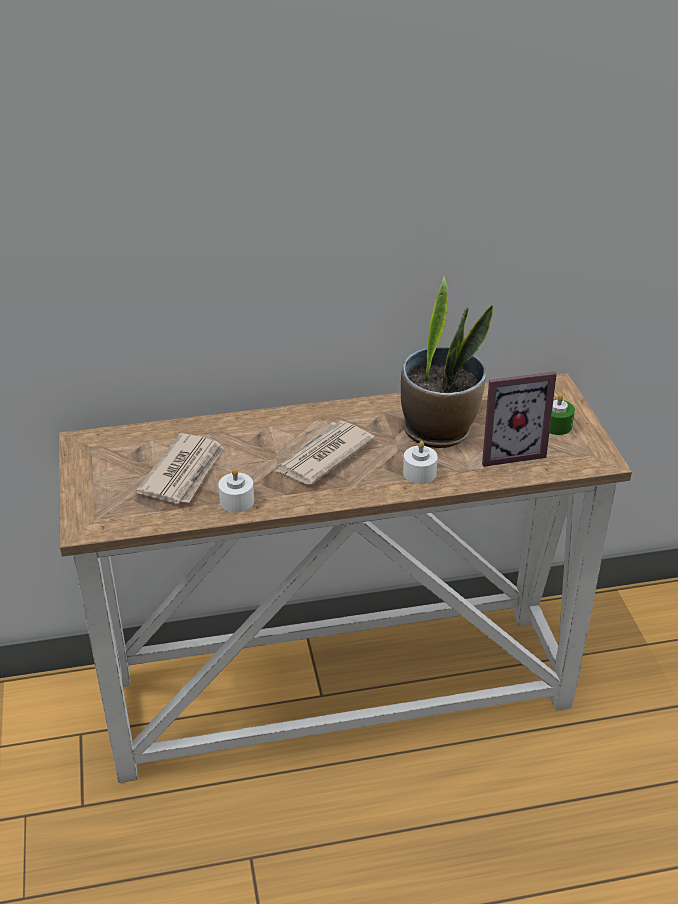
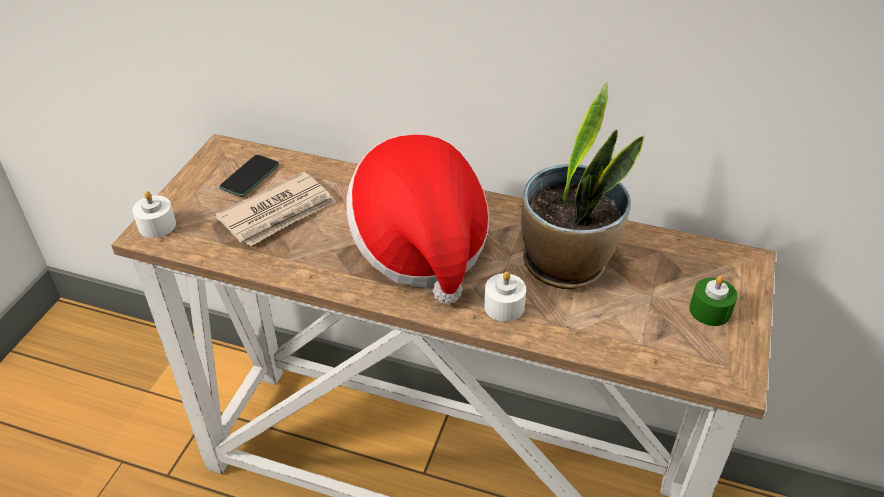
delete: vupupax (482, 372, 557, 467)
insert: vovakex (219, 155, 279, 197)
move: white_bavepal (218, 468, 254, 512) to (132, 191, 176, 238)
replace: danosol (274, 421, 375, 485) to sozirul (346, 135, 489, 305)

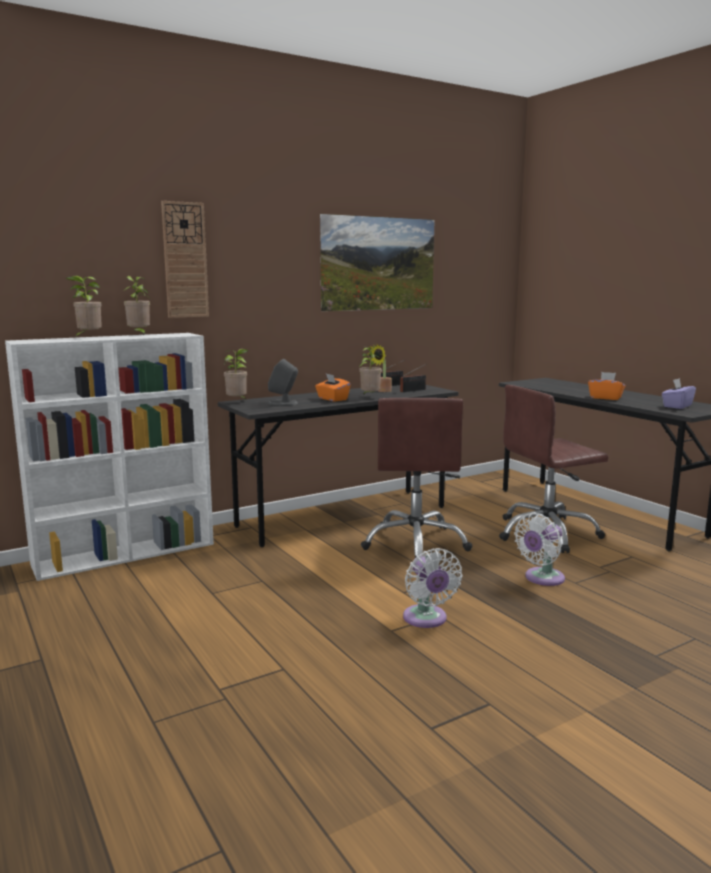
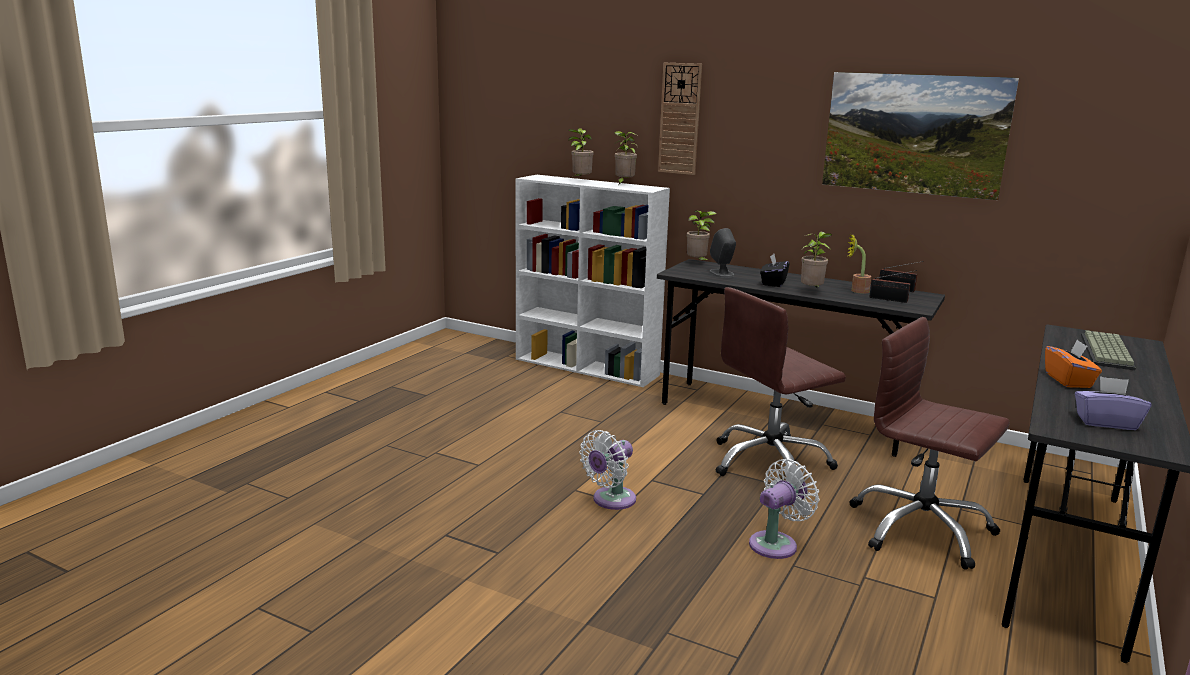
insert: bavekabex (1081, 330, 1136, 370)
recolor: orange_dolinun (315, 373, 351, 402) to black_dolinun (760, 254, 790, 287)
rotate: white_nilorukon (514, 513, 565, 586) = (749, 459, 819, 559) 120 degrees clockwise

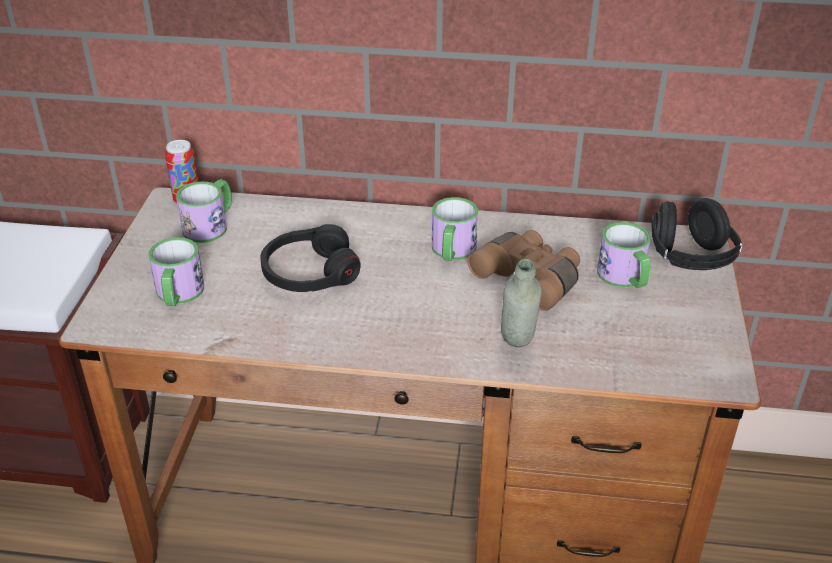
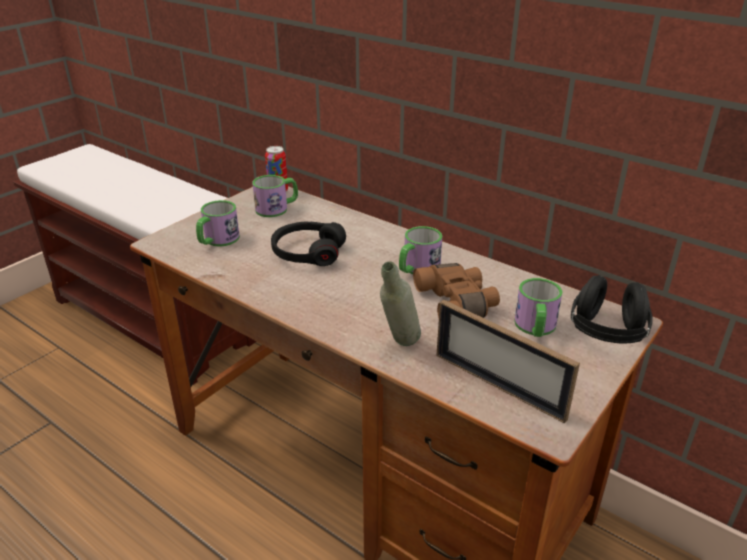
insert: vupupax (436, 299, 580, 423)

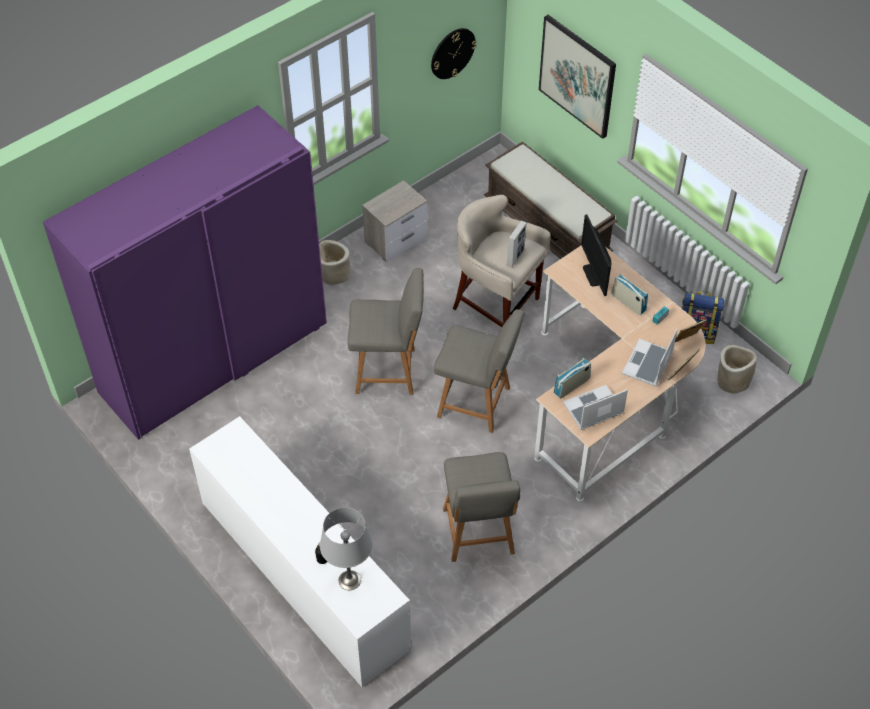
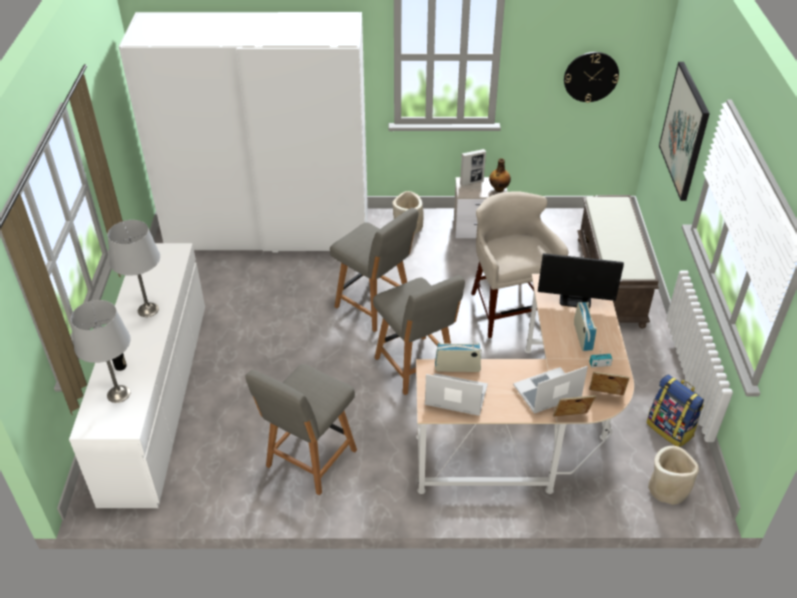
insert: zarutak (489, 158, 511, 192); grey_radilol (107, 220, 160, 317)
move: vupupax (507, 221, 526, 268) to (460, 149, 486, 186)
recolor: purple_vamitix (43, 105, 327, 440) to white_vamitix (119, 12, 368, 252)
rotate: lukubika (581, 214, 611, 296) = (538, 253, 624, 308) 105 degrees counterclockwise

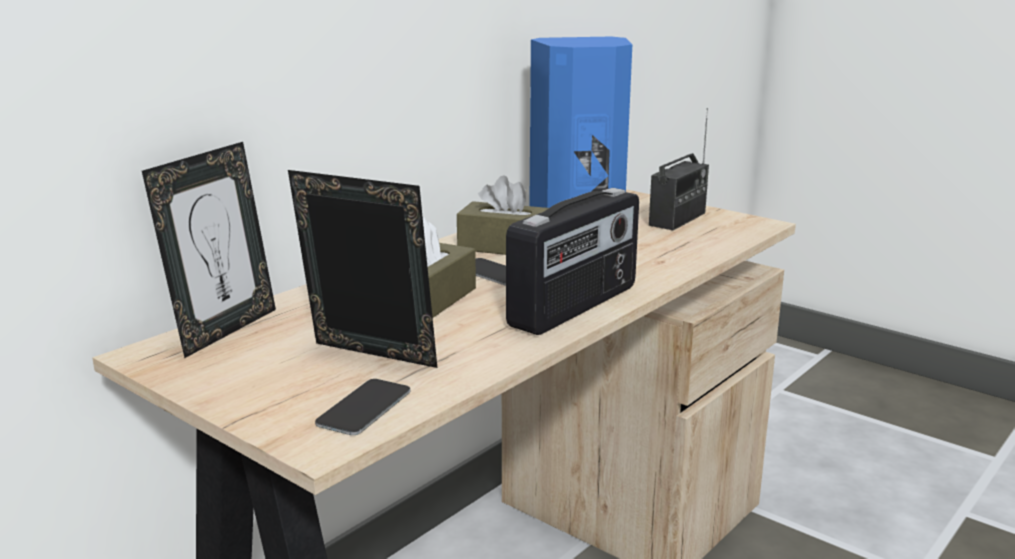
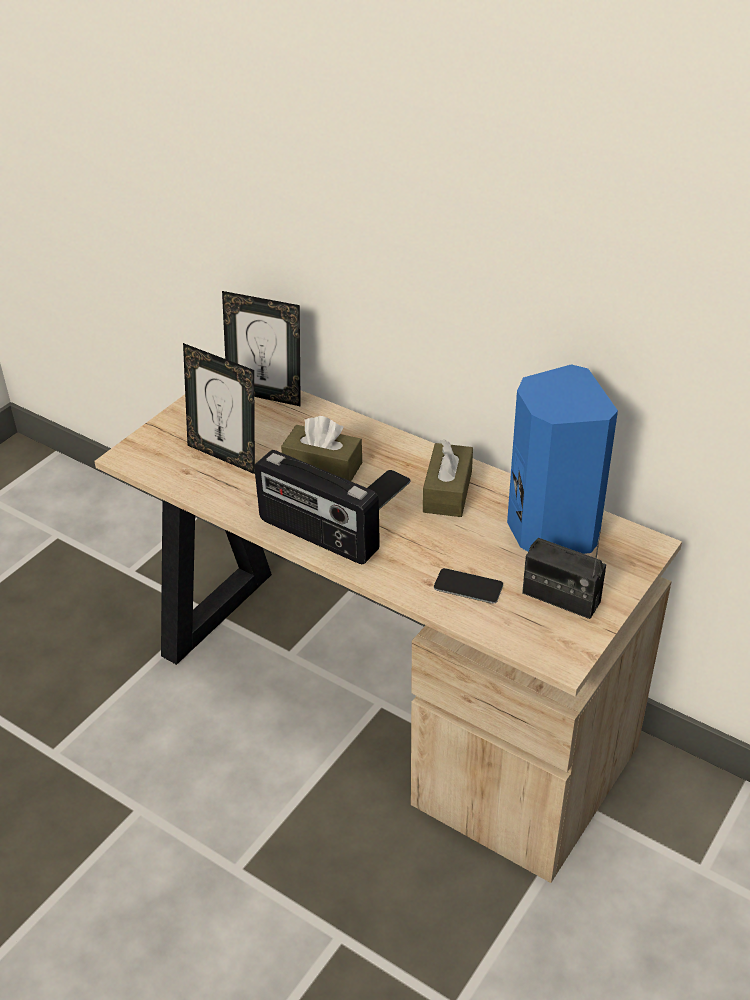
move: vovakex (315, 379, 410, 435) to (434, 568, 503, 604)
rotate: vupupax (288, 170, 437, 368) = (183, 343, 255, 474) 105 degrees clockwise

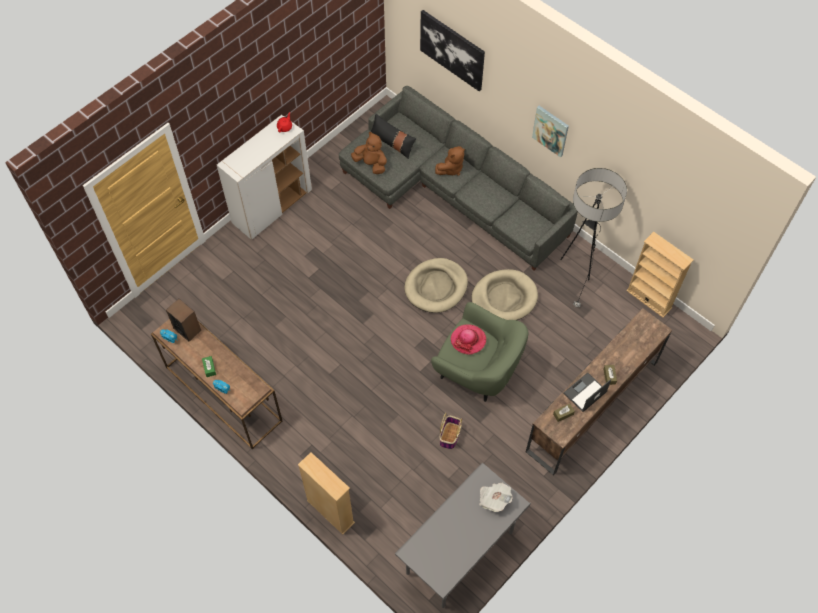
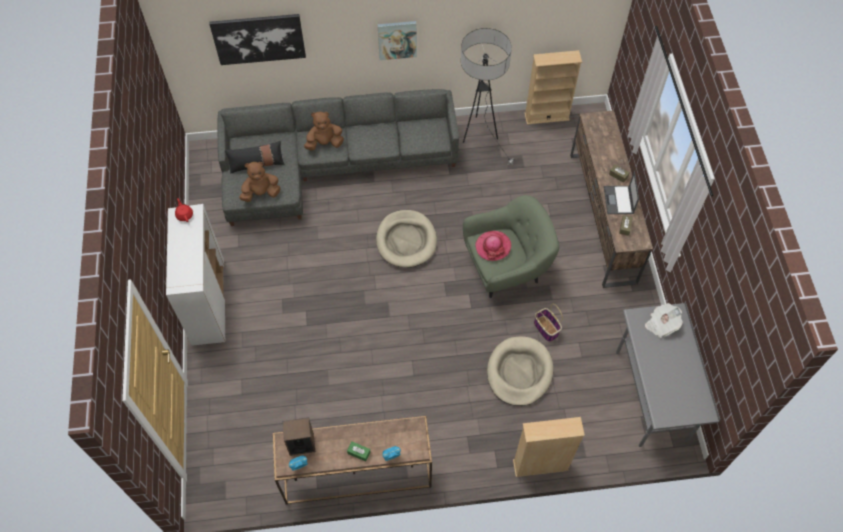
move: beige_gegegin (471, 269, 538, 320) to (487, 336, 554, 406)
rotate: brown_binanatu (435, 146, 465, 176) = (304, 111, 344, 151) 105 degrees counterclockwise

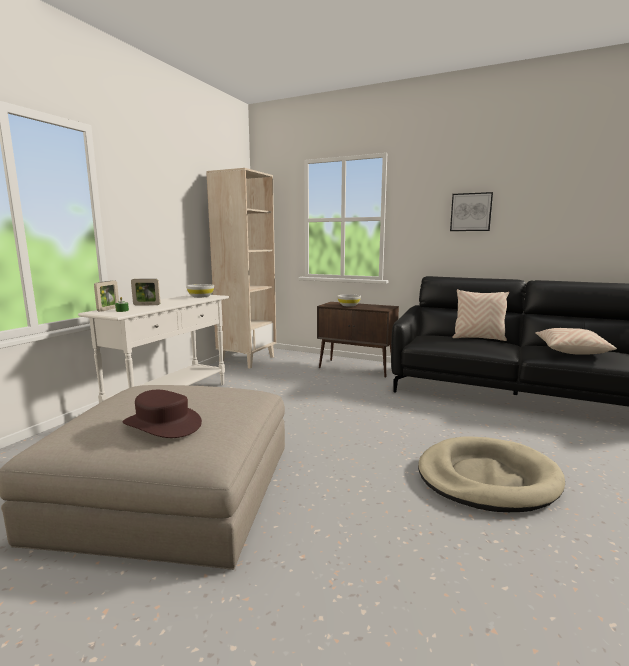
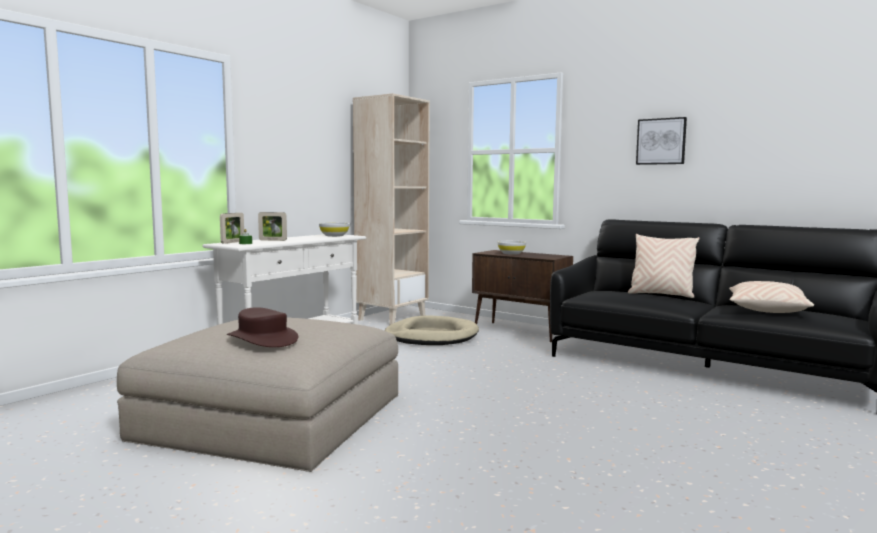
move: beige_gegegin (418, 437, 565, 512) to (385, 316, 479, 345)

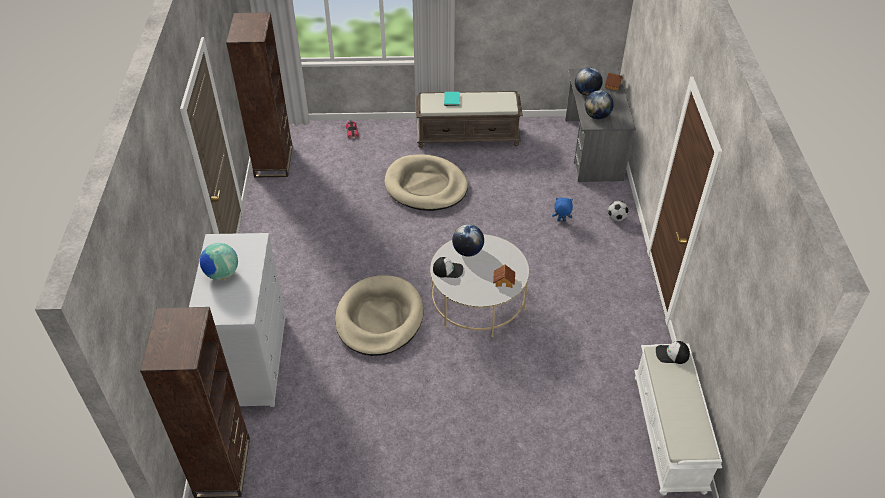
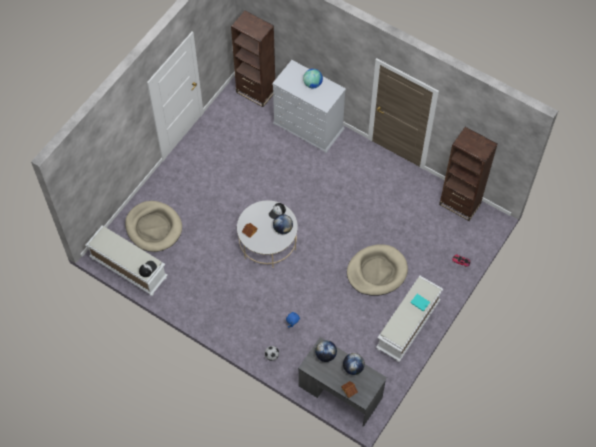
move: beige_gegegin (335, 275, 423, 356) to (125, 201, 182, 252)
recolor: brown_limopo (416, 91, 523, 148) to white_limopo (376, 276, 443, 362)

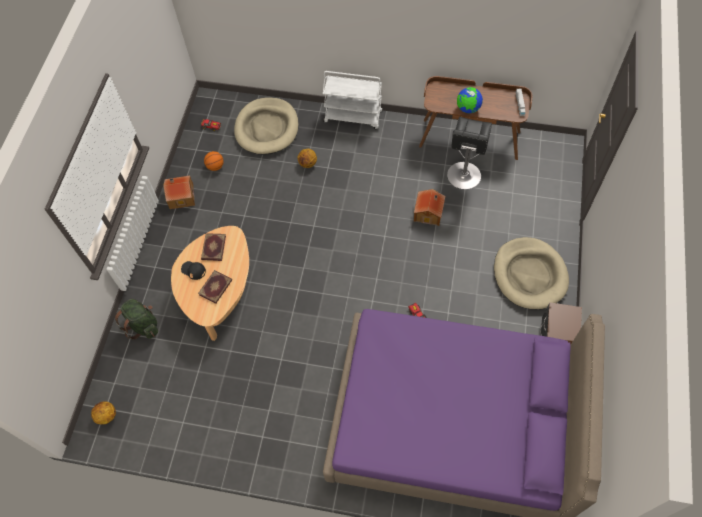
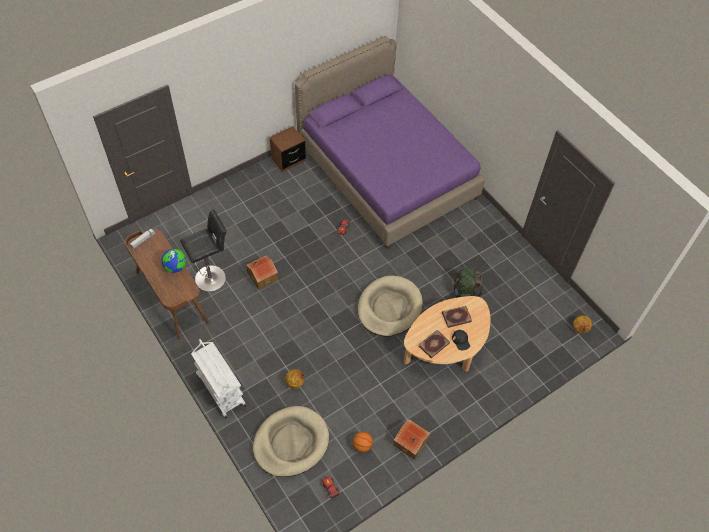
move: beige_gegegin (494, 237, 569, 309) to (358, 275, 423, 337); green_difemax (115, 299, 158, 340) to (452, 267, 483, 298)

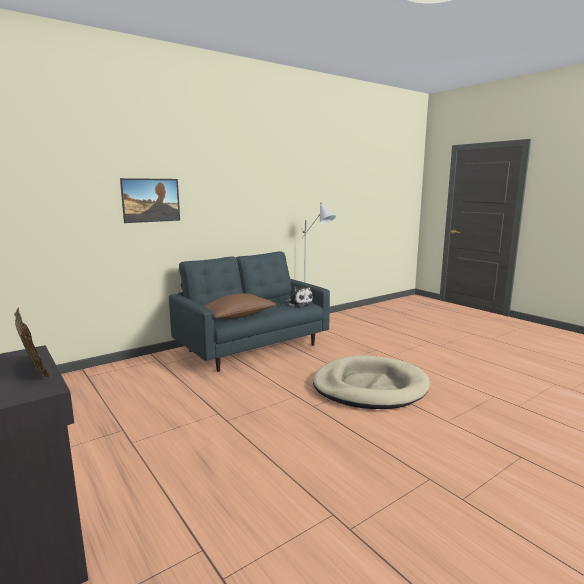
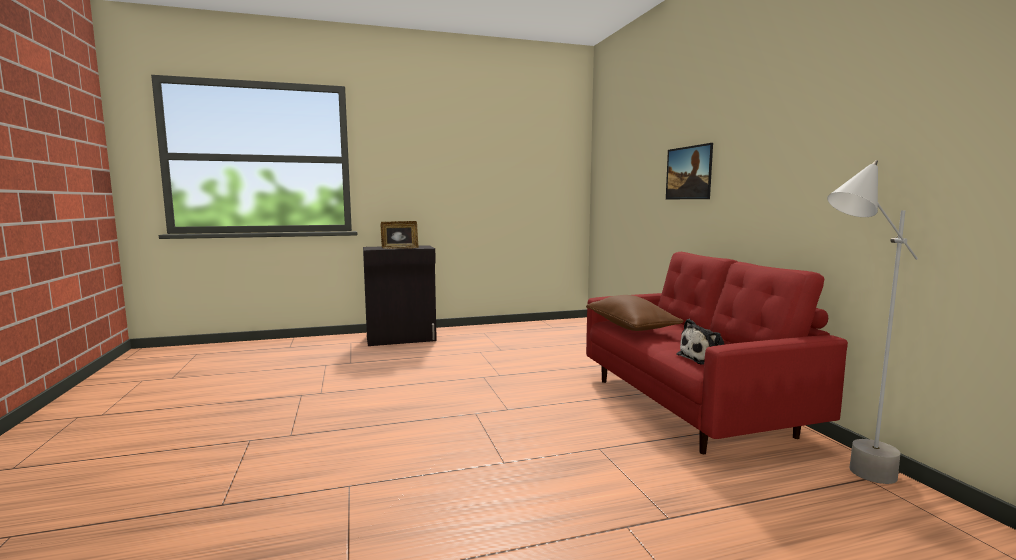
delete: beige_gegegin (313, 355, 430, 409)
recolor: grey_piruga (169, 251, 330, 372) to red_piruga (586, 252, 848, 454)

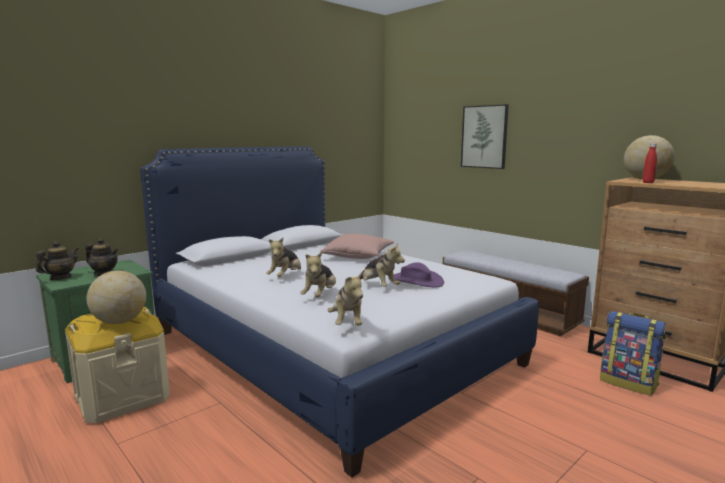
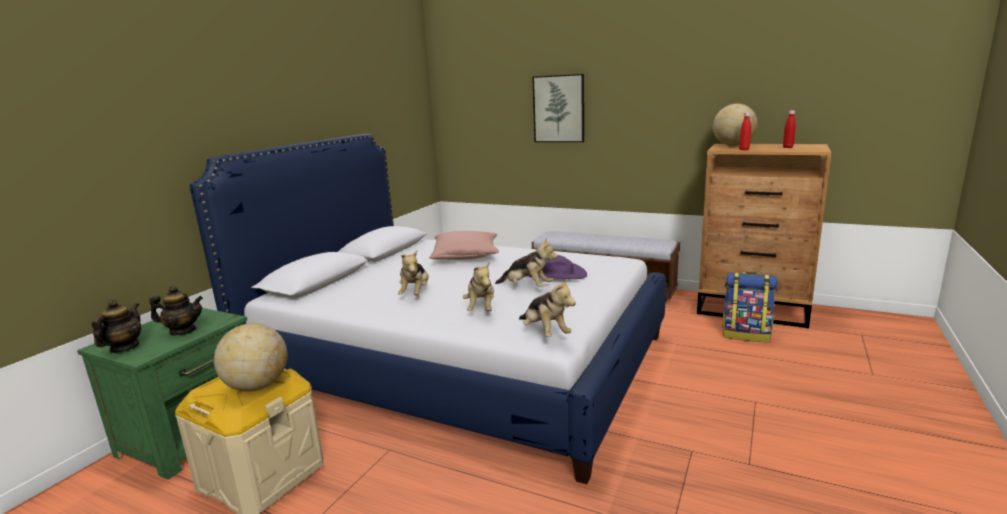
insert: red_zarutak (783, 110, 796, 148)

